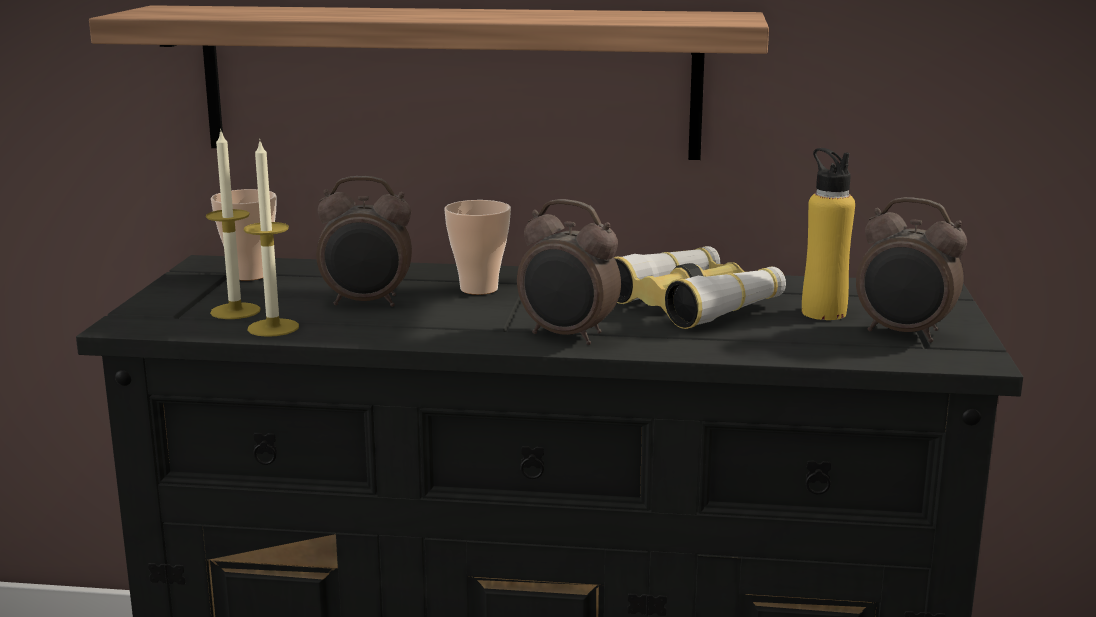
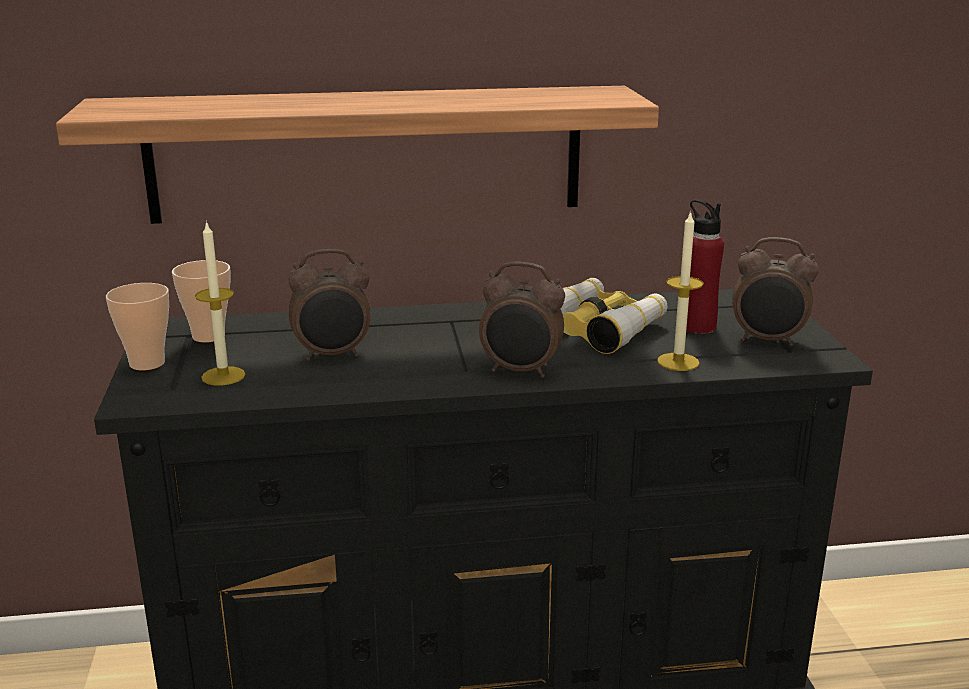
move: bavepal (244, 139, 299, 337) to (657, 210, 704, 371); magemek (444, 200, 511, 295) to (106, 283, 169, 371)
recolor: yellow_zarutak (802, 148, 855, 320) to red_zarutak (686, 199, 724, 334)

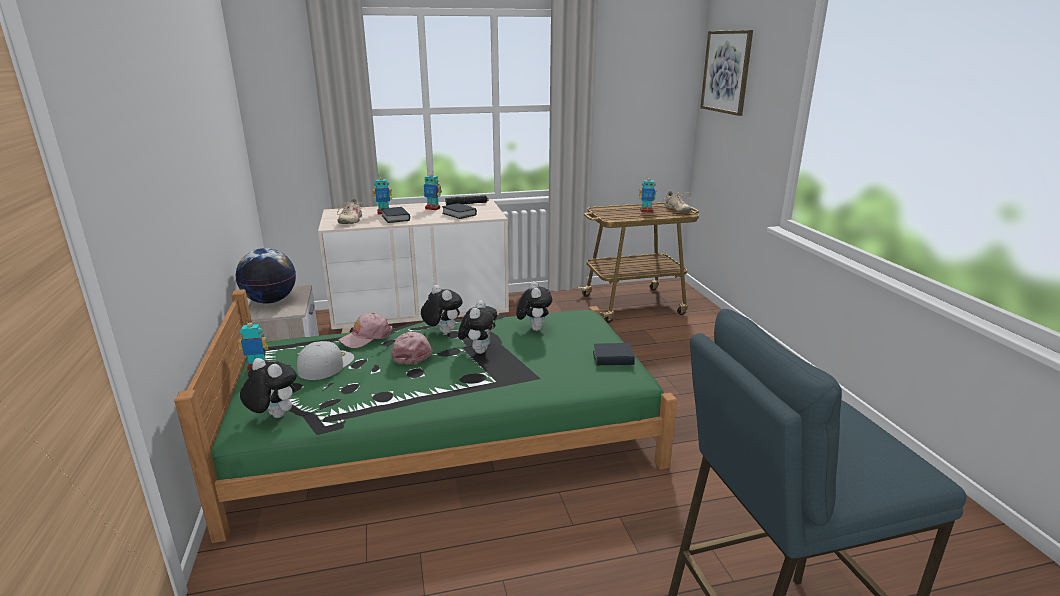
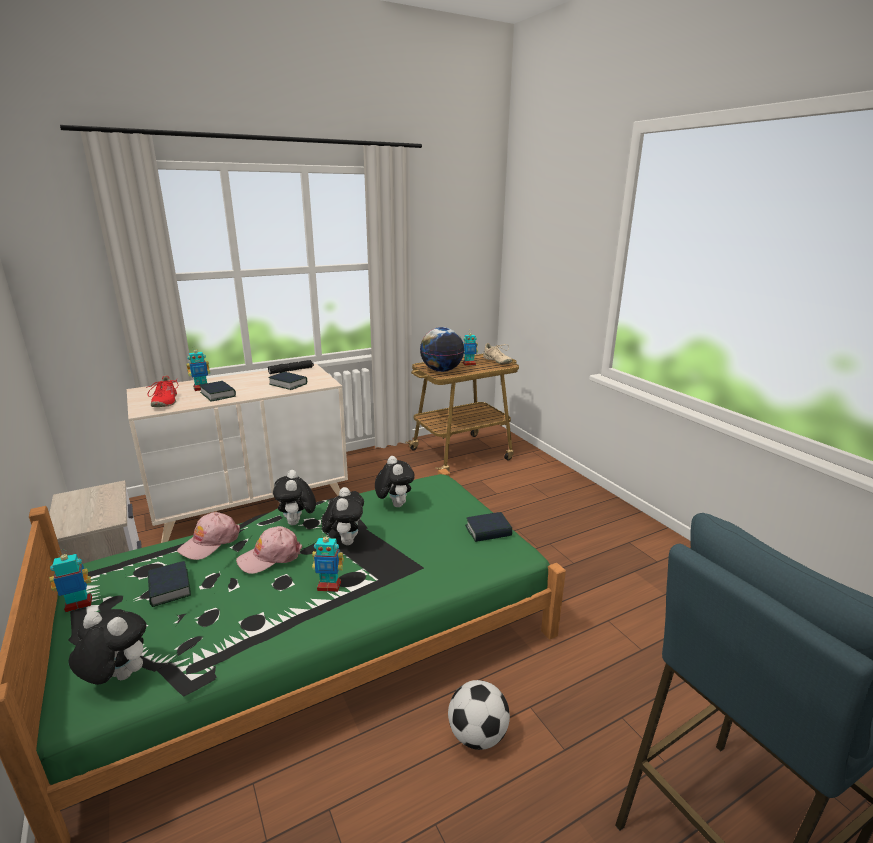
delete: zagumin (700, 30, 753, 116)
insert: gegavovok (448, 680, 510, 750)
move: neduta (423, 171, 442, 210) to (312, 532, 344, 592); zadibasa (236, 248, 296, 304) to (420, 327, 464, 372)
replace: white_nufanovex (297, 341, 354, 380) to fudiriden (148, 561, 191, 607)
recolor: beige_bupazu (337, 198, 363, 224) to red_bupazu (146, 375, 178, 407)
rotate: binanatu (421, 285, 463, 334) = (273, 470, 316, 525) 135 degrees counterclockwise; pink_nufanovex (391, 332, 433, 364) = (236, 526, 302, 574) 90 degrees counterclockwise

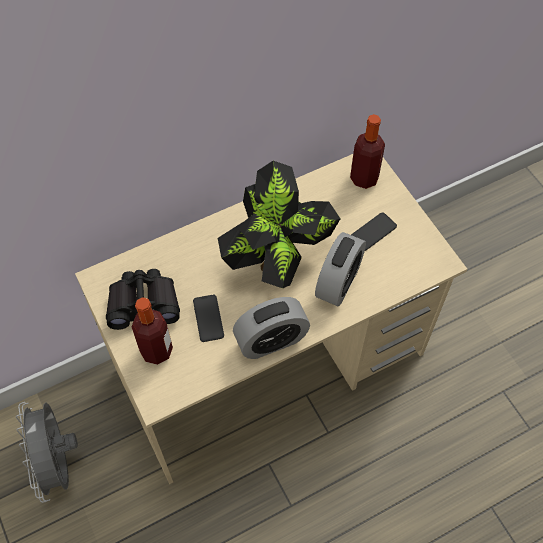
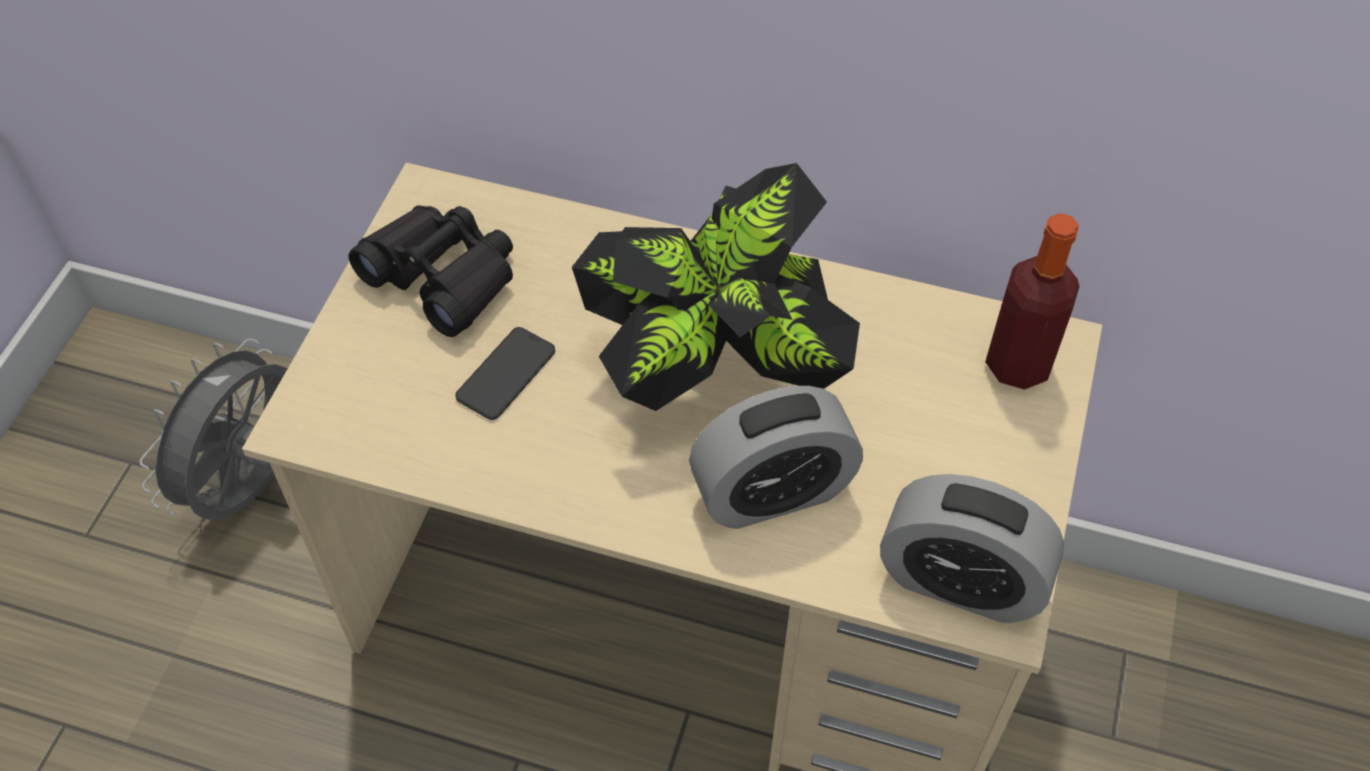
delete: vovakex (351, 213, 397, 251); zarutak (131, 297, 173, 365)
move: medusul (233, 297, 310, 359) to (880, 474, 1064, 623)

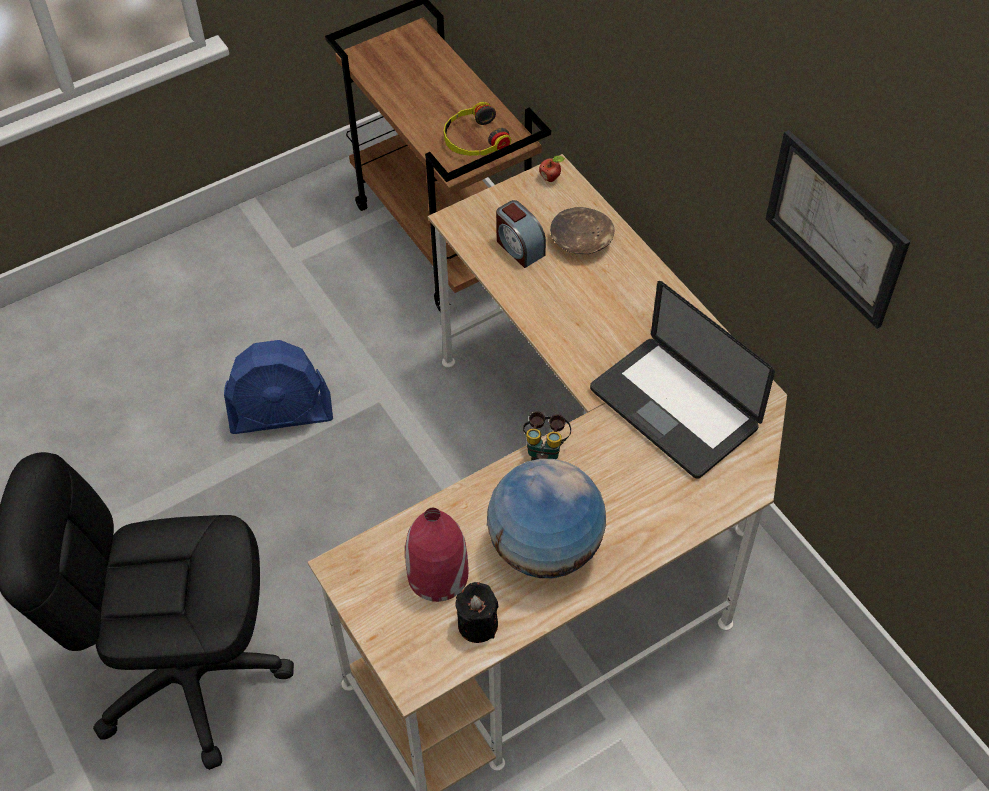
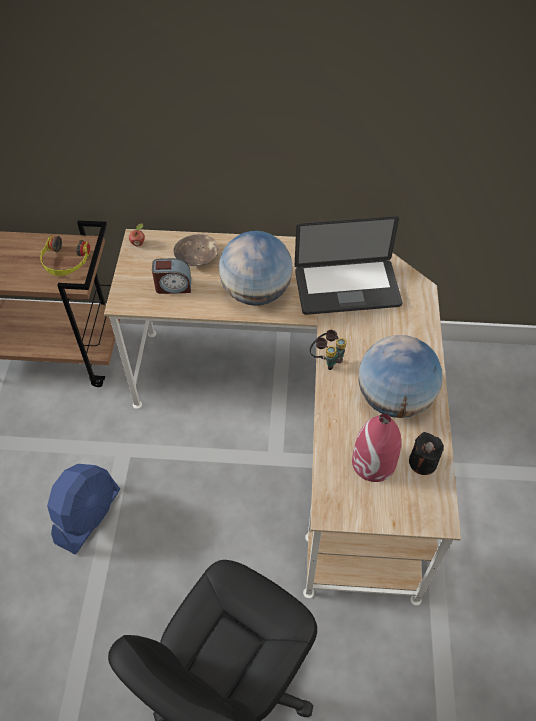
delete: zagumin (766, 130, 910, 329)
insert: zadibasa (219, 231, 293, 306)

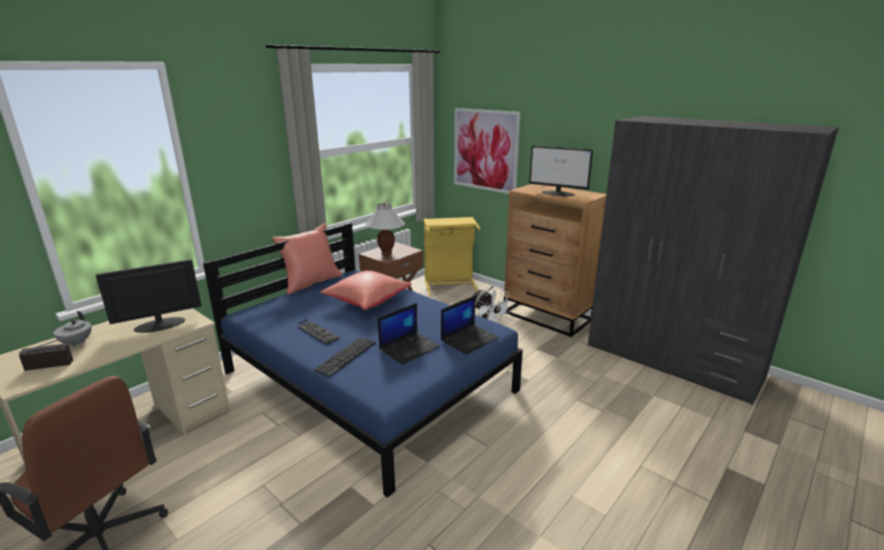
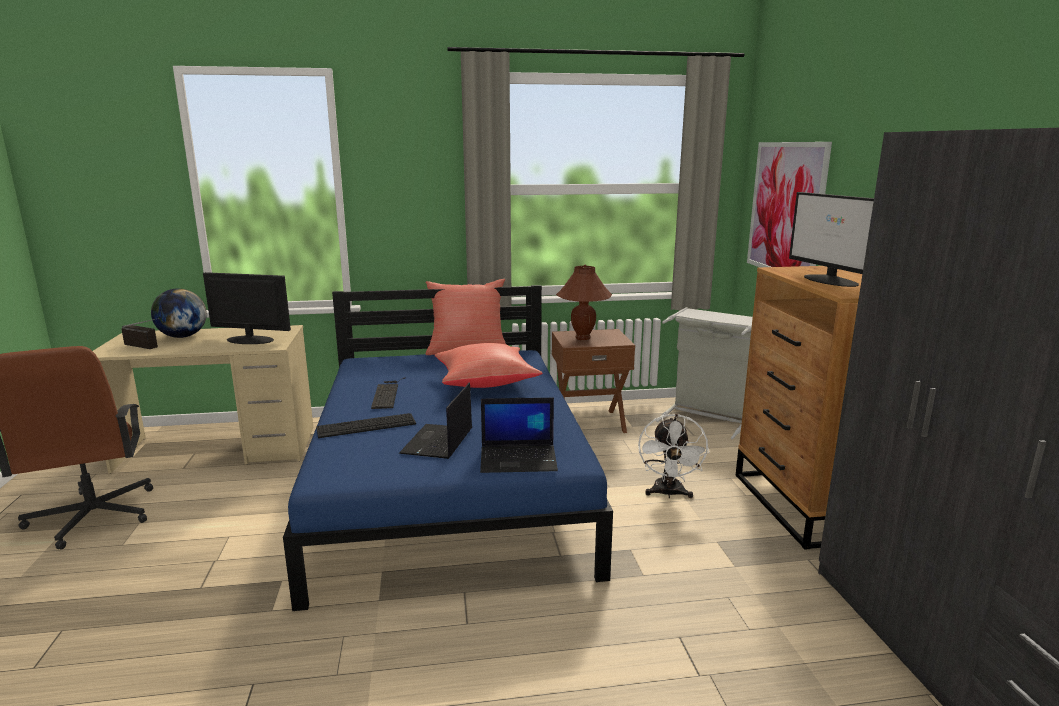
replace: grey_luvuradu (53, 311, 92, 347) to zadibasa (151, 288, 207, 338)
recolor: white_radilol (365, 203, 405, 255) to brown_radilol (556, 265, 612, 340); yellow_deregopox (424, 216, 481, 296) to grey_deregopox (656, 307, 753, 440)
rotate: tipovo (378, 303, 440, 365) = (399, 383, 472, 459) 105 degrees clockwise

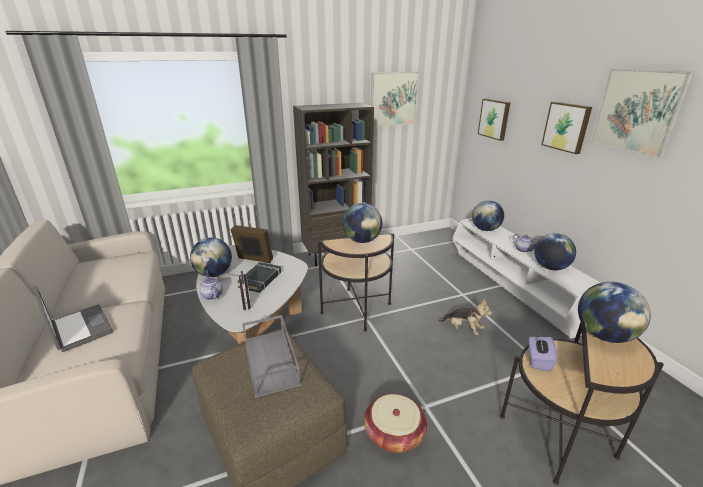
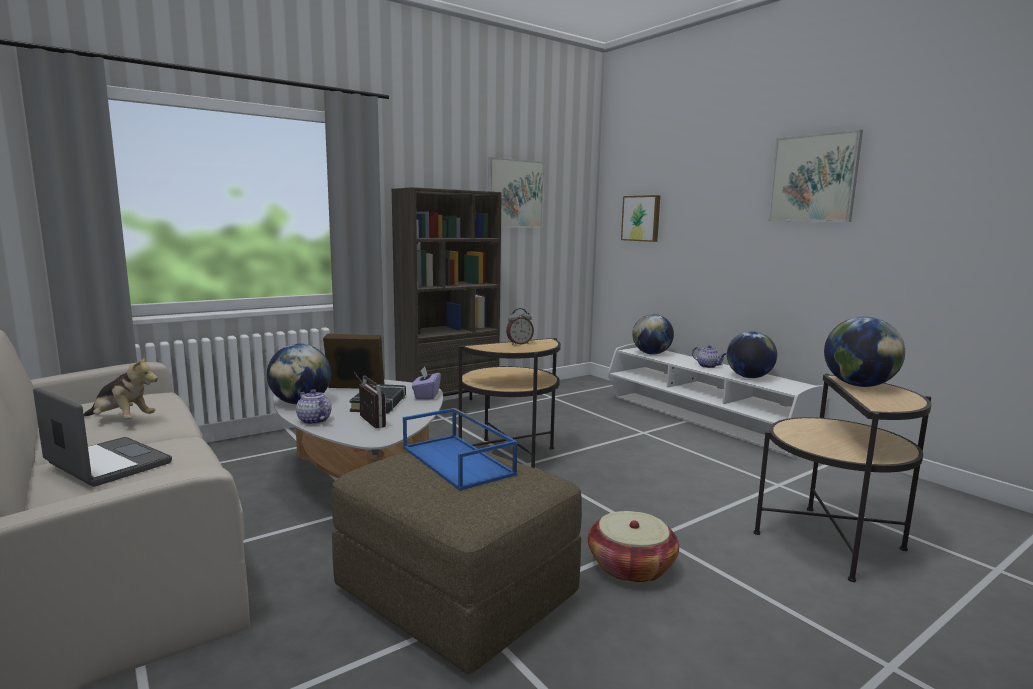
delete: zagumin (541, 102, 592, 154)
move: binanatu (438, 299, 492, 335) to (84, 355, 158, 419); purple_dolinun (529, 337, 557, 372) to (412, 367, 441, 400)
replace: zadibasa (342, 203, 382, 243) to medusul (506, 308, 534, 345)
recolor: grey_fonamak (242, 315, 301, 398) to blue_fonamak (403, 408, 518, 491)

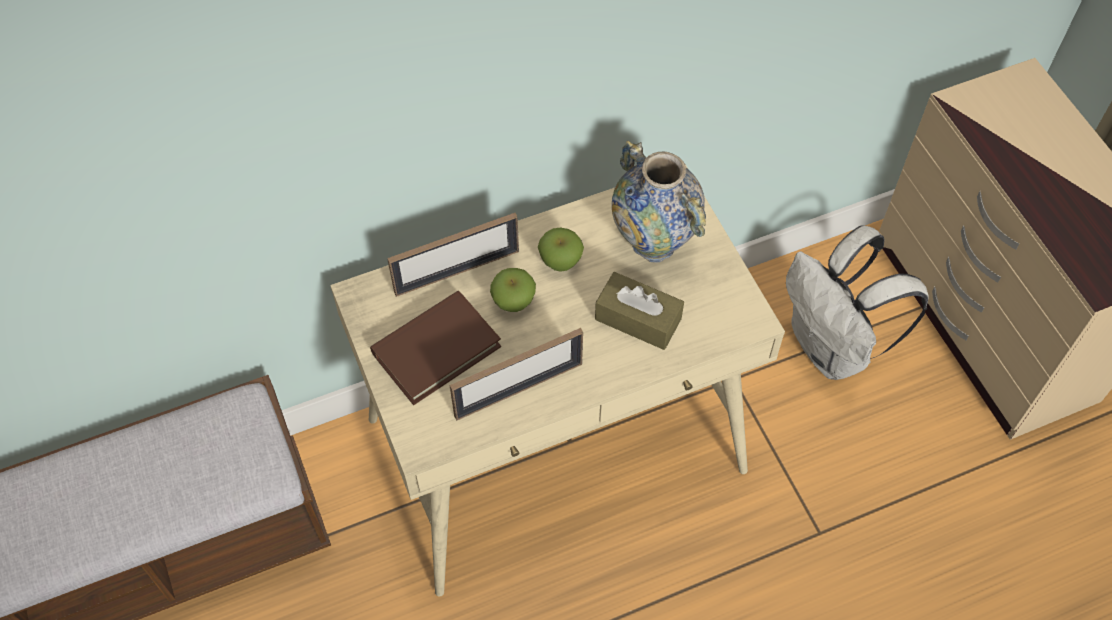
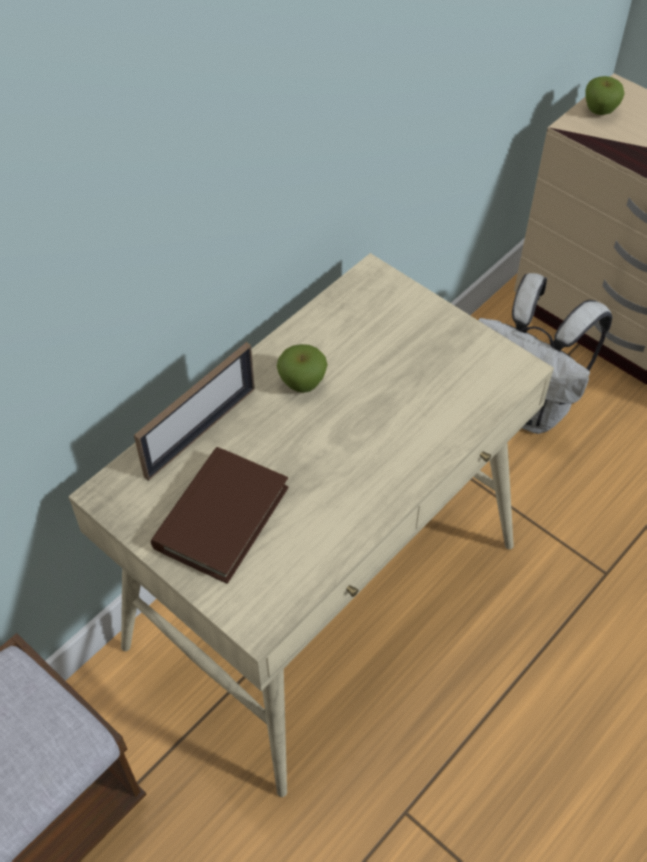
delete: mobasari (612, 141, 706, 263); brown_dolinun (595, 272, 684, 350); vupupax (450, 328, 583, 421)
move: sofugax (490, 268, 536, 312) to (585, 76, 625, 115)

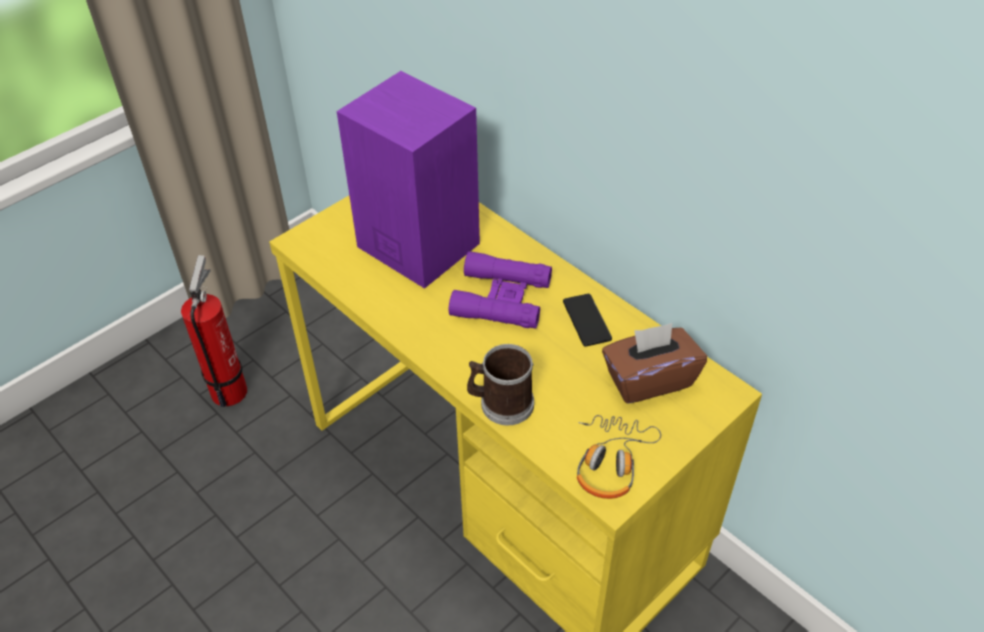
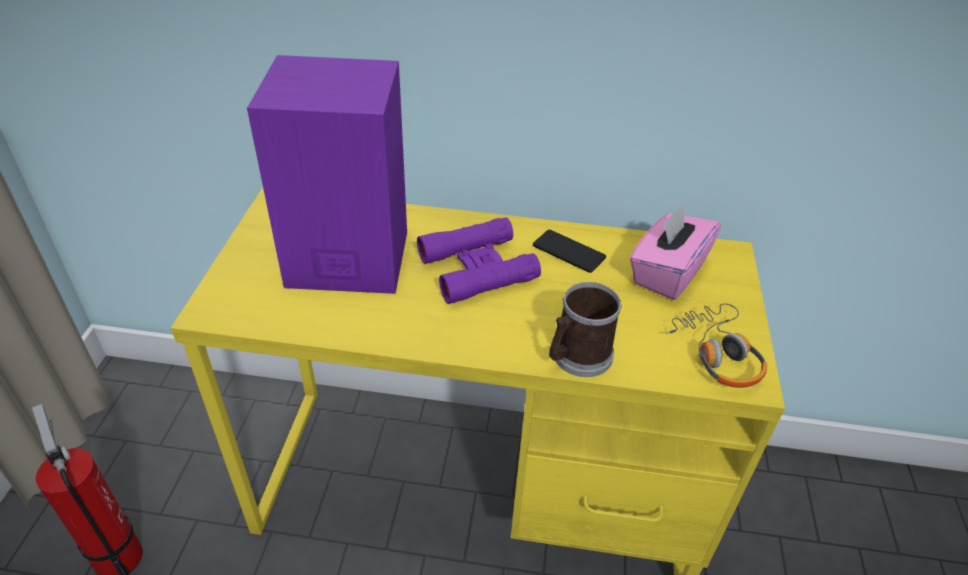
recolor: brown_dolinun (602, 323, 707, 404) to pink_dolinun (630, 204, 721, 300)

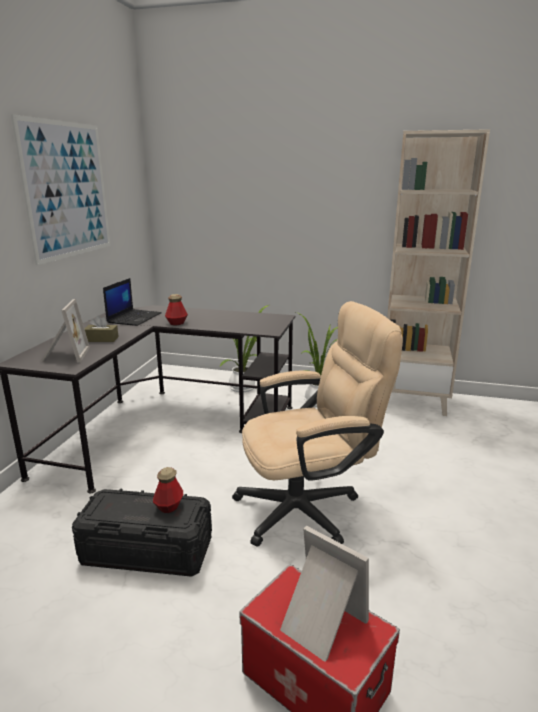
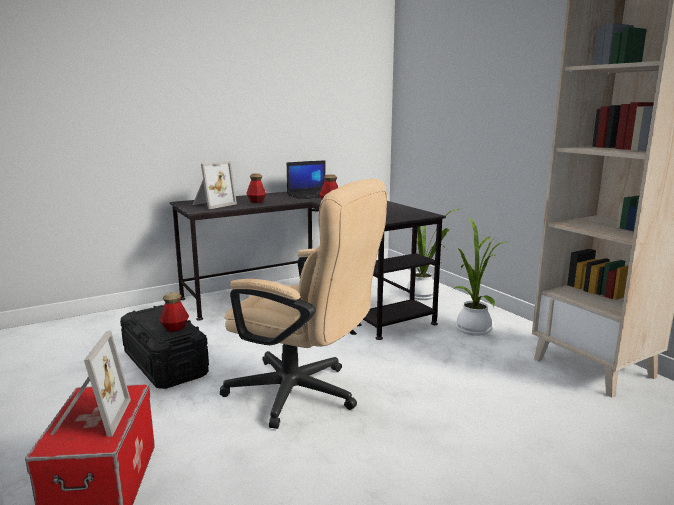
delete: zagumin (11, 114, 111, 265)
replace: brown_dolinun (84, 315, 119, 342) to zarutak (246, 173, 266, 203)

